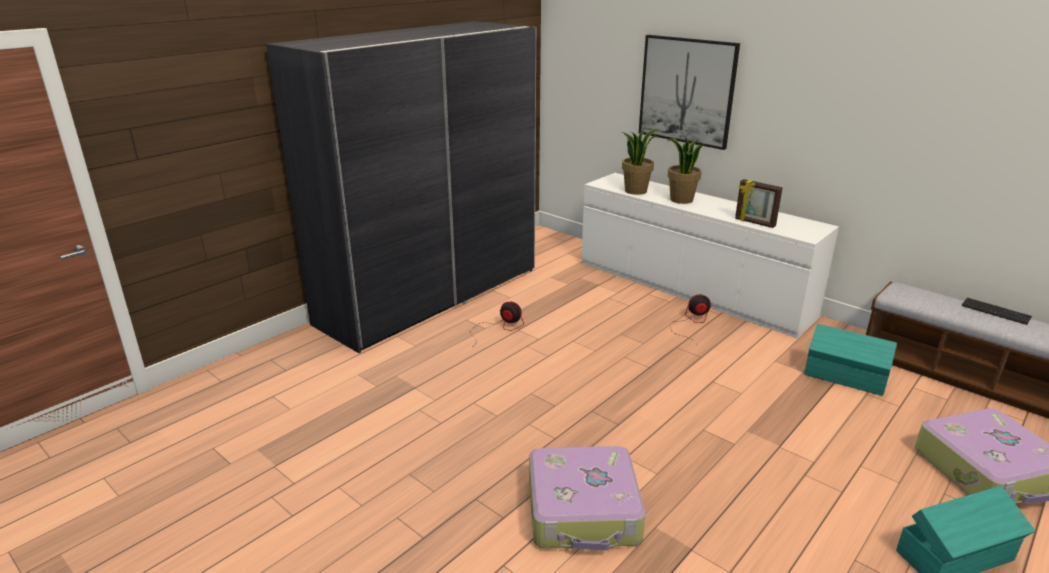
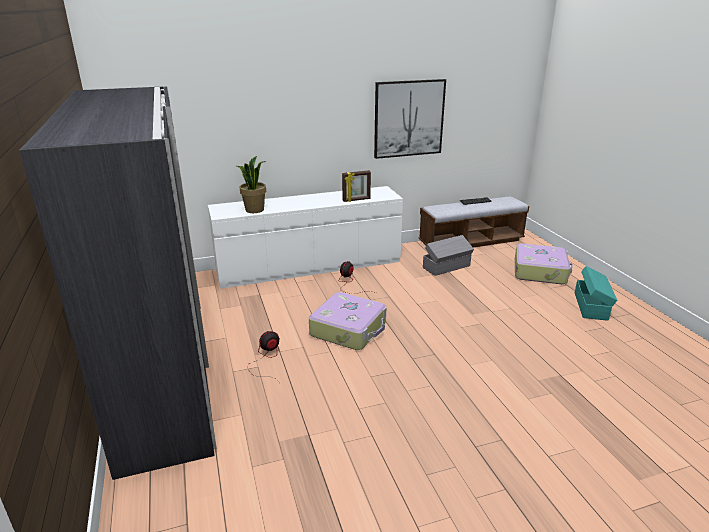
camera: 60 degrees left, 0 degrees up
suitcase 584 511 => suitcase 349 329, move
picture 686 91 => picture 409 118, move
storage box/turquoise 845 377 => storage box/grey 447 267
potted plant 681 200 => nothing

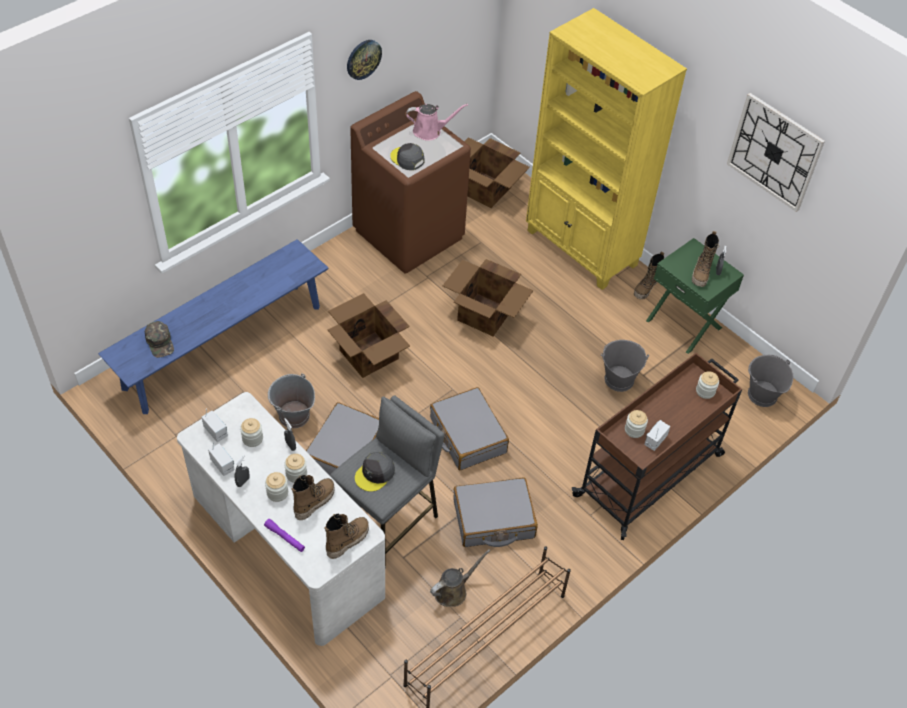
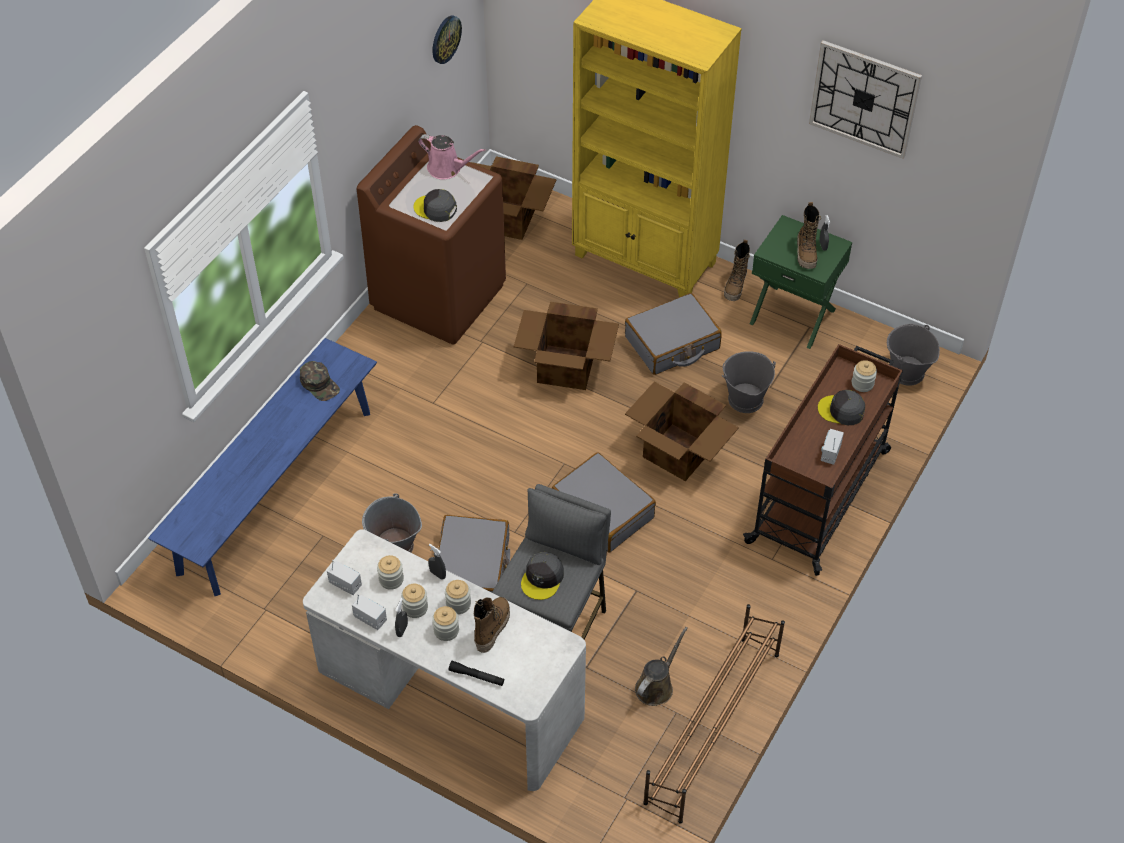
camera: 15 degrees left, 0 degrees up
cap/green 160 342 => cap/green 320 384, move
jar 634 430 => jar 415 608, move
watering can/pink 430 131 => watering can/pink 447 169, 45 degrees clockwise
wall clock 363 59 => wall clock 445 39, move
flashlight/purple 285 538 => flashlight/black 476 676
suitcase/grey 493 519 => suitcase/grey 672 343, move
cardboard box 369 355 => cardboard box 679 453, move
nothing => cap/grey 841 410
boot 347 540 => nothing

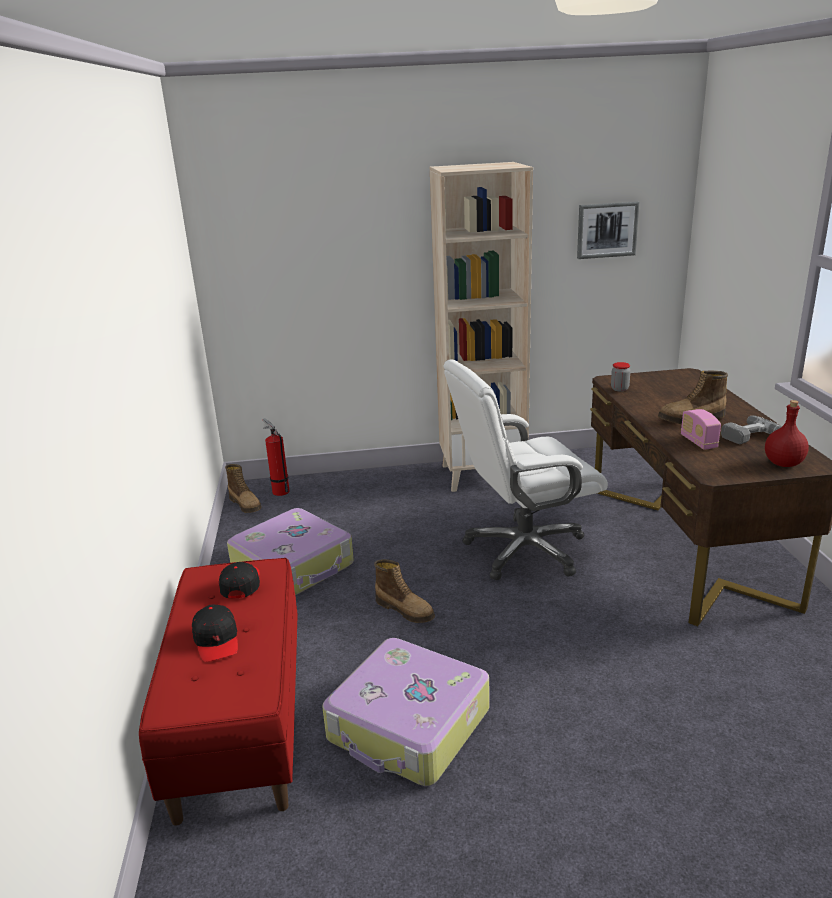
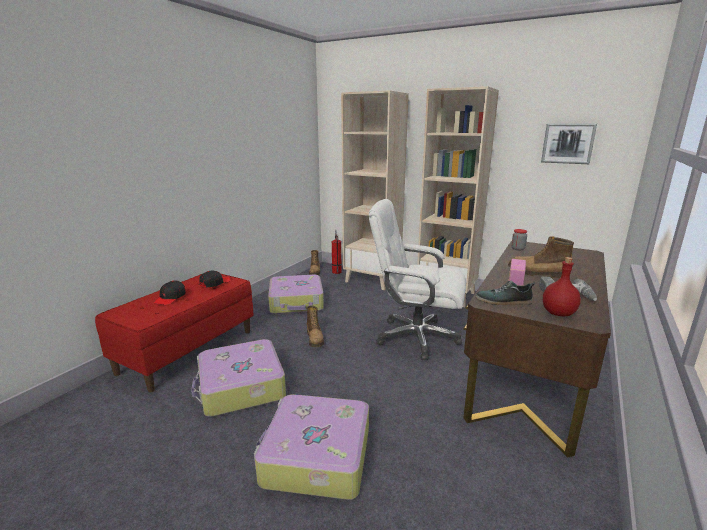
camera: 35 degrees right, 5 degrees down
nothing => suitcase 315 456
nothing => bookcase/beige 373 280
nothing => shoe 503 301

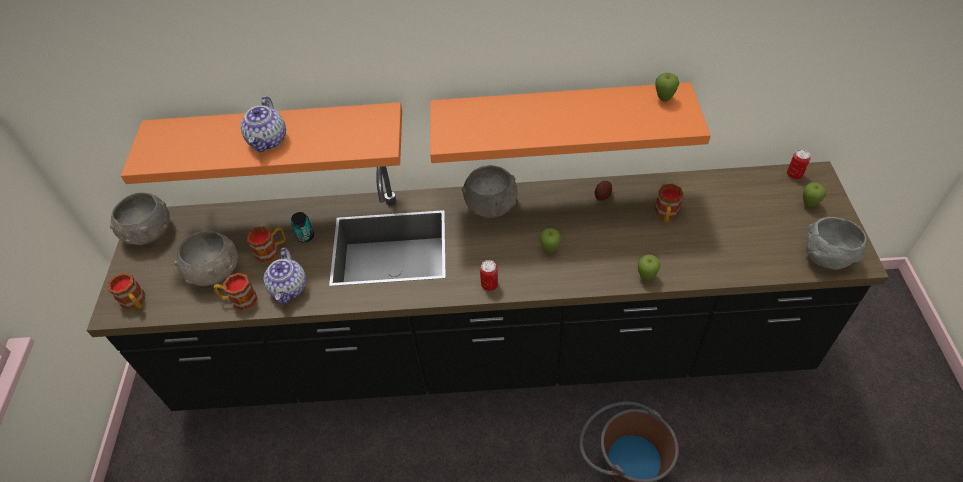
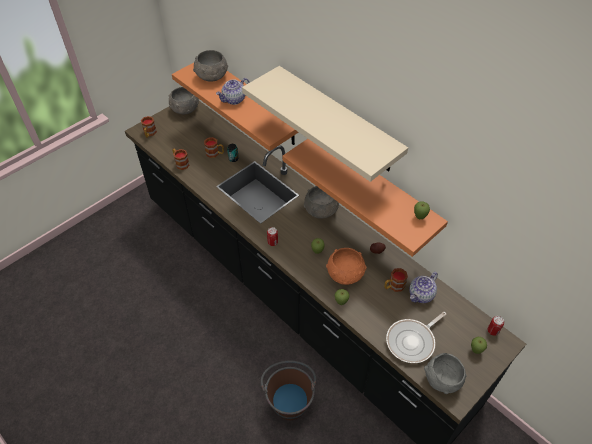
camera: 45 degrees right, 0 degrees up
bowl/grey 215 272 => bowl/grey 212 76, move
nothing => shelf/beige 338 120
nothing => bowl/orange 345 274
nothing => frying pan 412 341
teapot 289 288 => teapot 421 295, move

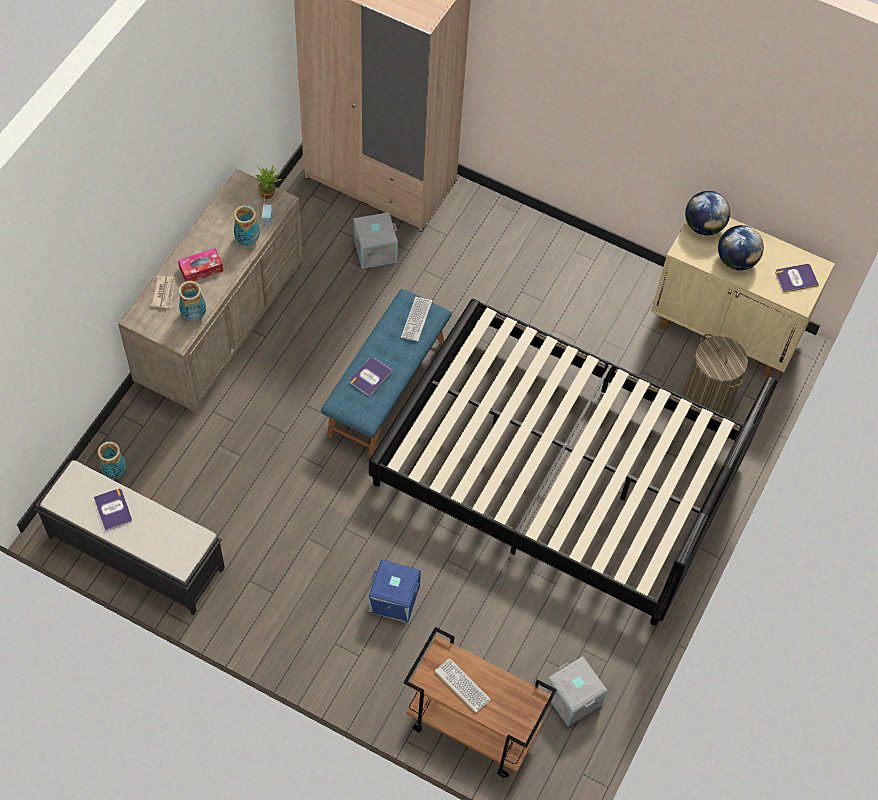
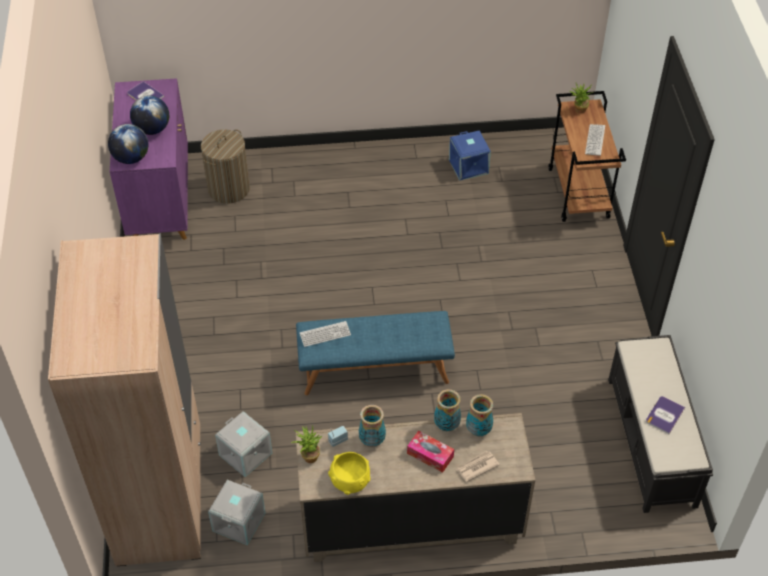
camera: 120 degrees left, 10 degrees down
cabinet/beige 726 330 => cabinet/purple 160 202
storage box/grey 574 698 => storage box/grey 238 521, move
nothing => bowl/yellow 349 479
vase 114 472 => vase 447 425, move
storage box/blue 393 600 => storage box/blue 469 166, move
nothing => potted plant 578 110
book 370 376 => nothing
bed/black 558 472 => nothing

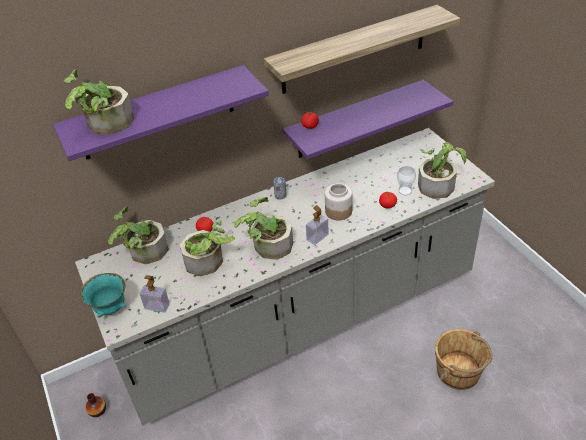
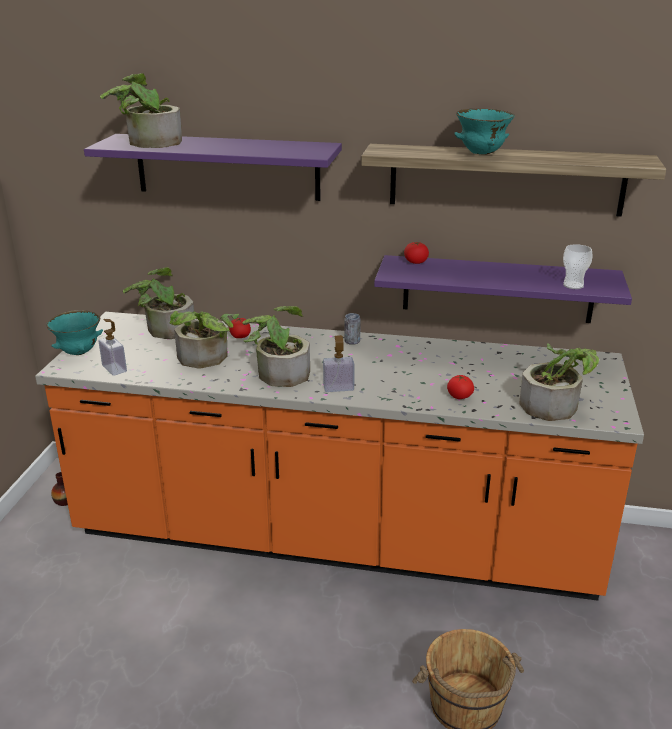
camera: 35 degrees right, 15 degrees down
counter/grey 301 320 => counter/orange 336 537
nothing => bowl/turquoise 481 154
cup 405 191 => cup 573 285, move
jar 338 211 => nothing

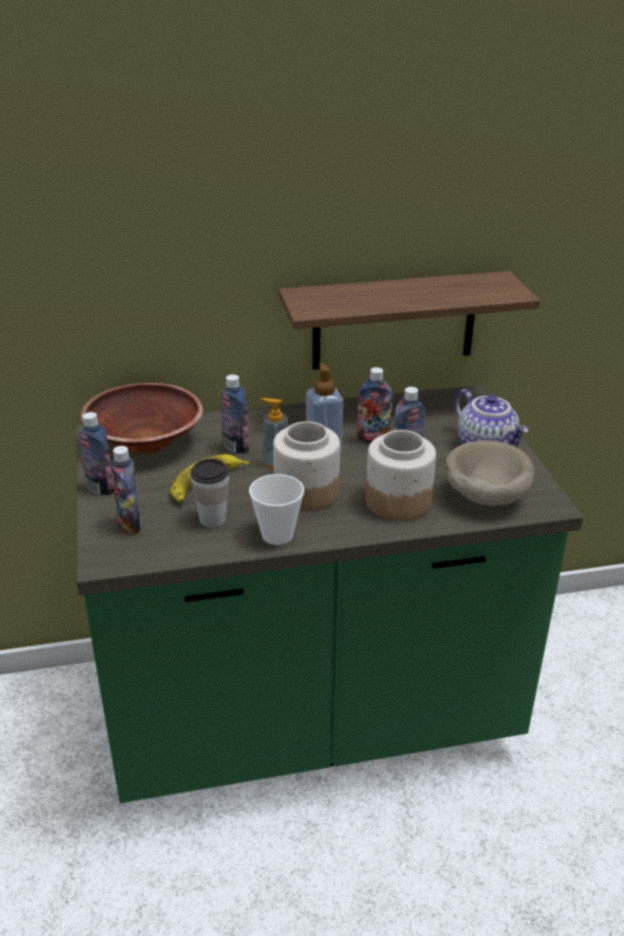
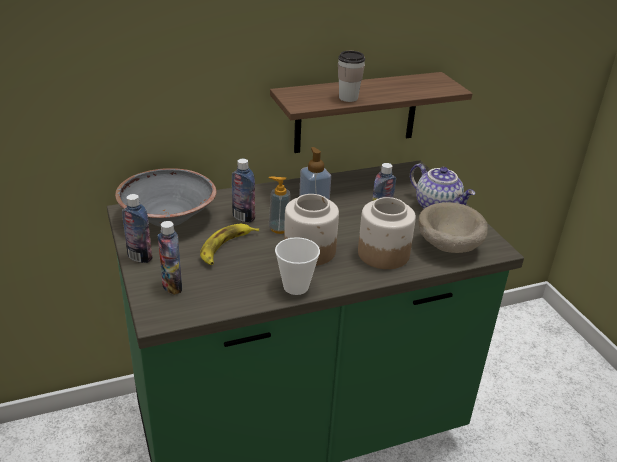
camera: 10 degrees left, 0 degrees up
bowl/brown 144 442 => bowl/grey 167 217
cup 212 519 => cup 348 98, move
bottle 373 439 => nothing

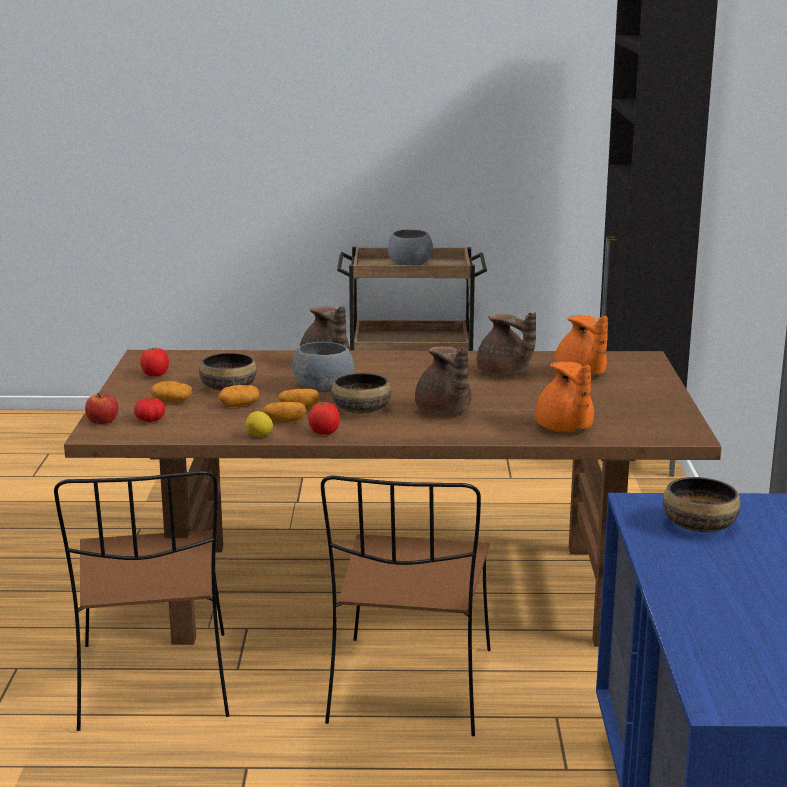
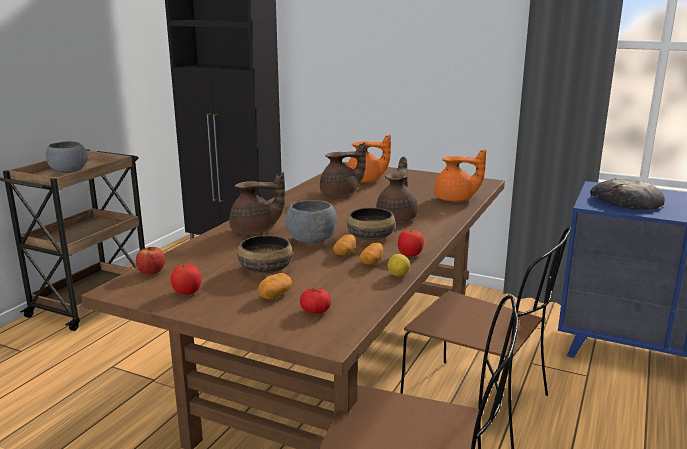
camera: 65 degrees left, 0 degrees up
apple 102 421 => apple 151 272, move
teapot/brown 444 411 => teapot/brown 397 218, 75 degrees counterclockwise
bowl 698 525 => bread 625 201
potato 239 405 => nothing

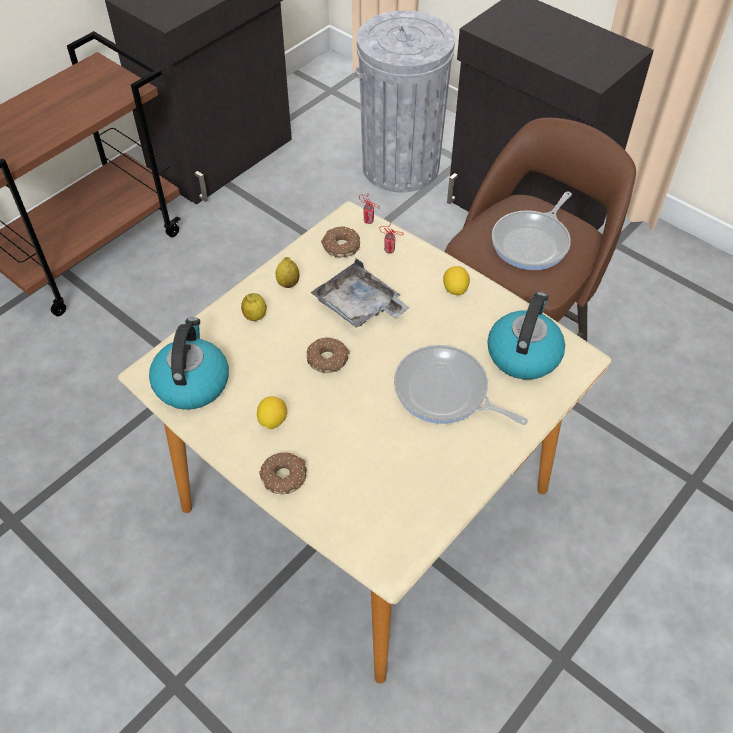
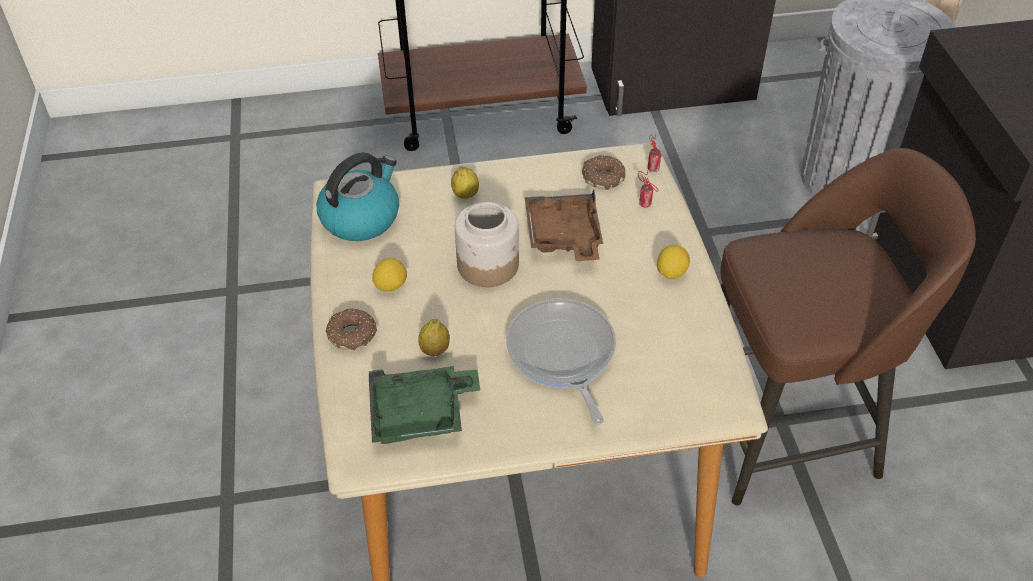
camera: 40 degrees right, 5 degrees down
nothing => tray/green 421 414
lemon 288 283 => lemon 435 350, move
donut 328 359 => jar 489 265
tray/grey 359 306 => tray/brown 564 237
kettle 523 354 => nothing
frying pan 533 242 => nothing

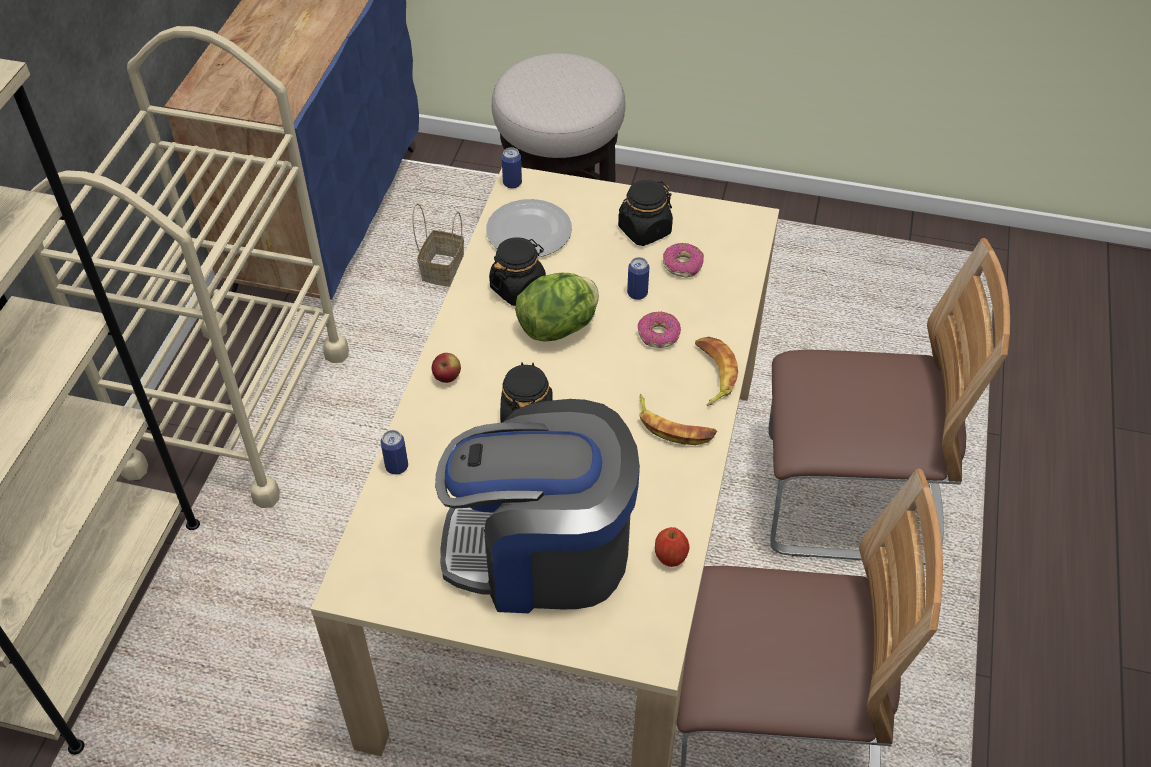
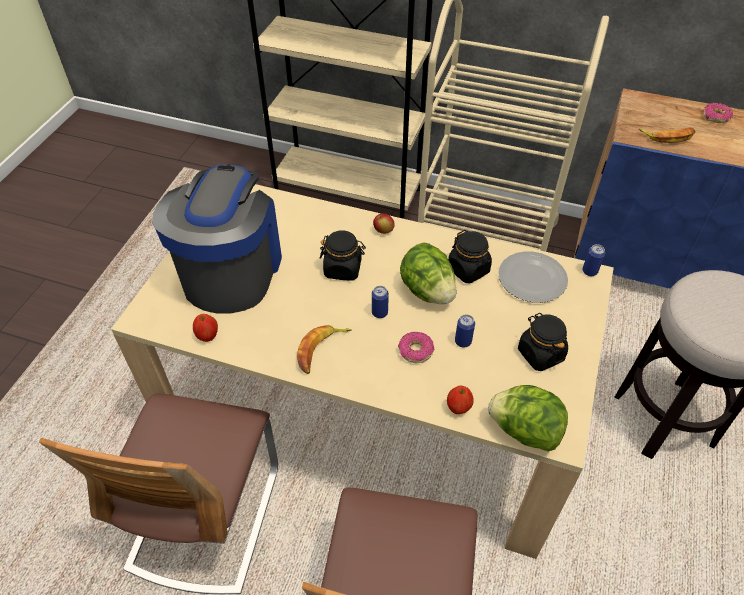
camera: 95 degrees right, 0 degrees up
can 397 467 => can 379 313, move
nothing => apple 458 408
nothing => lettuce 524 430
banana 712 374 => banana 667 136, move
donut 683 265 => donut 716 117, move
basket 442 269 => nothing

